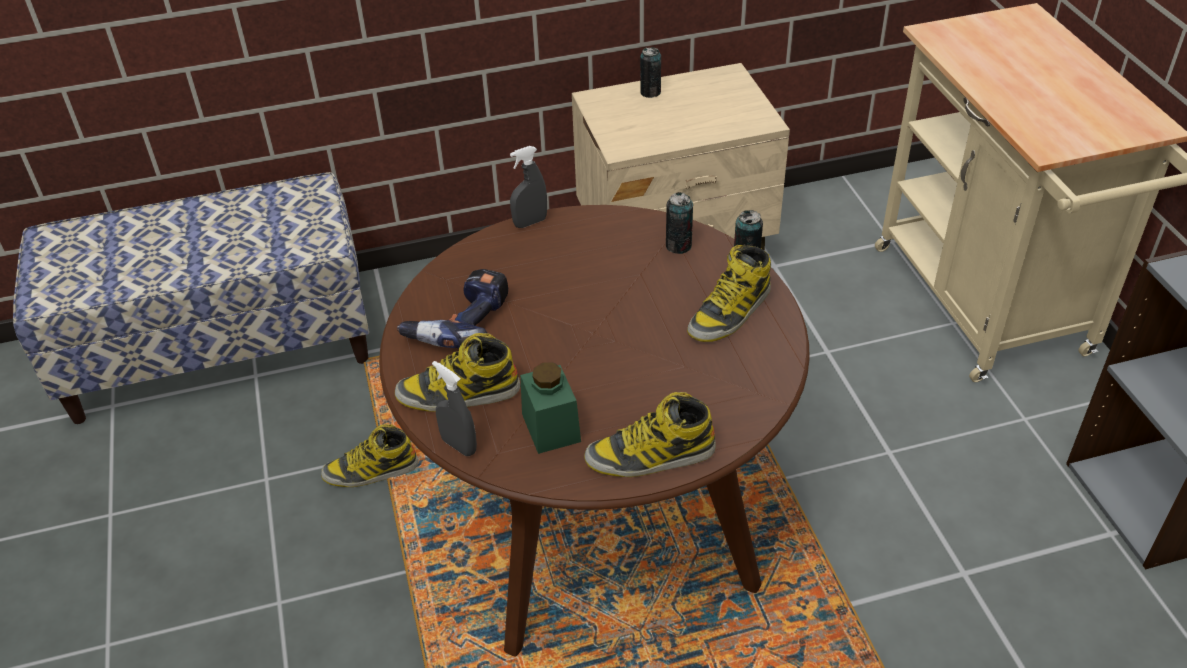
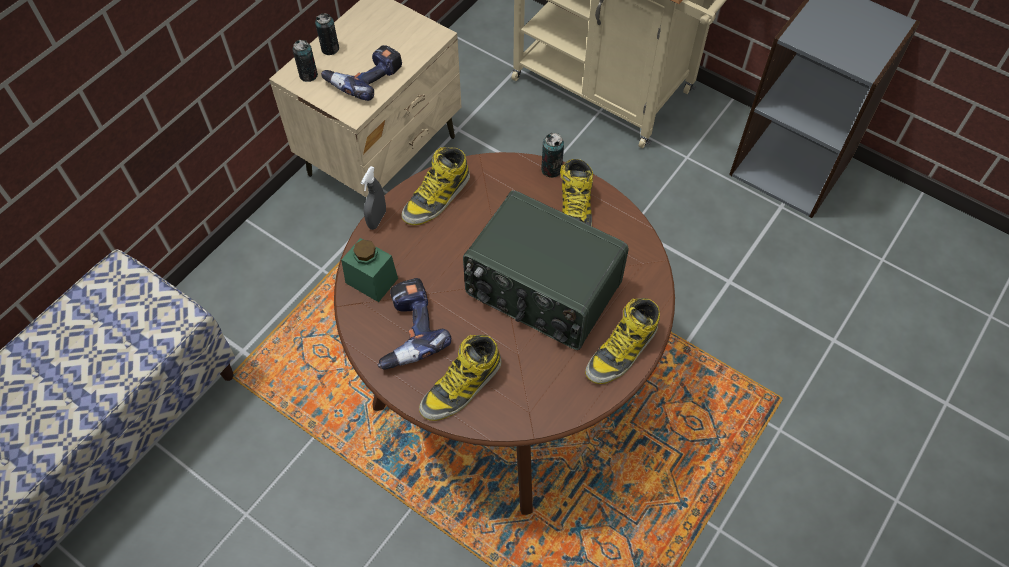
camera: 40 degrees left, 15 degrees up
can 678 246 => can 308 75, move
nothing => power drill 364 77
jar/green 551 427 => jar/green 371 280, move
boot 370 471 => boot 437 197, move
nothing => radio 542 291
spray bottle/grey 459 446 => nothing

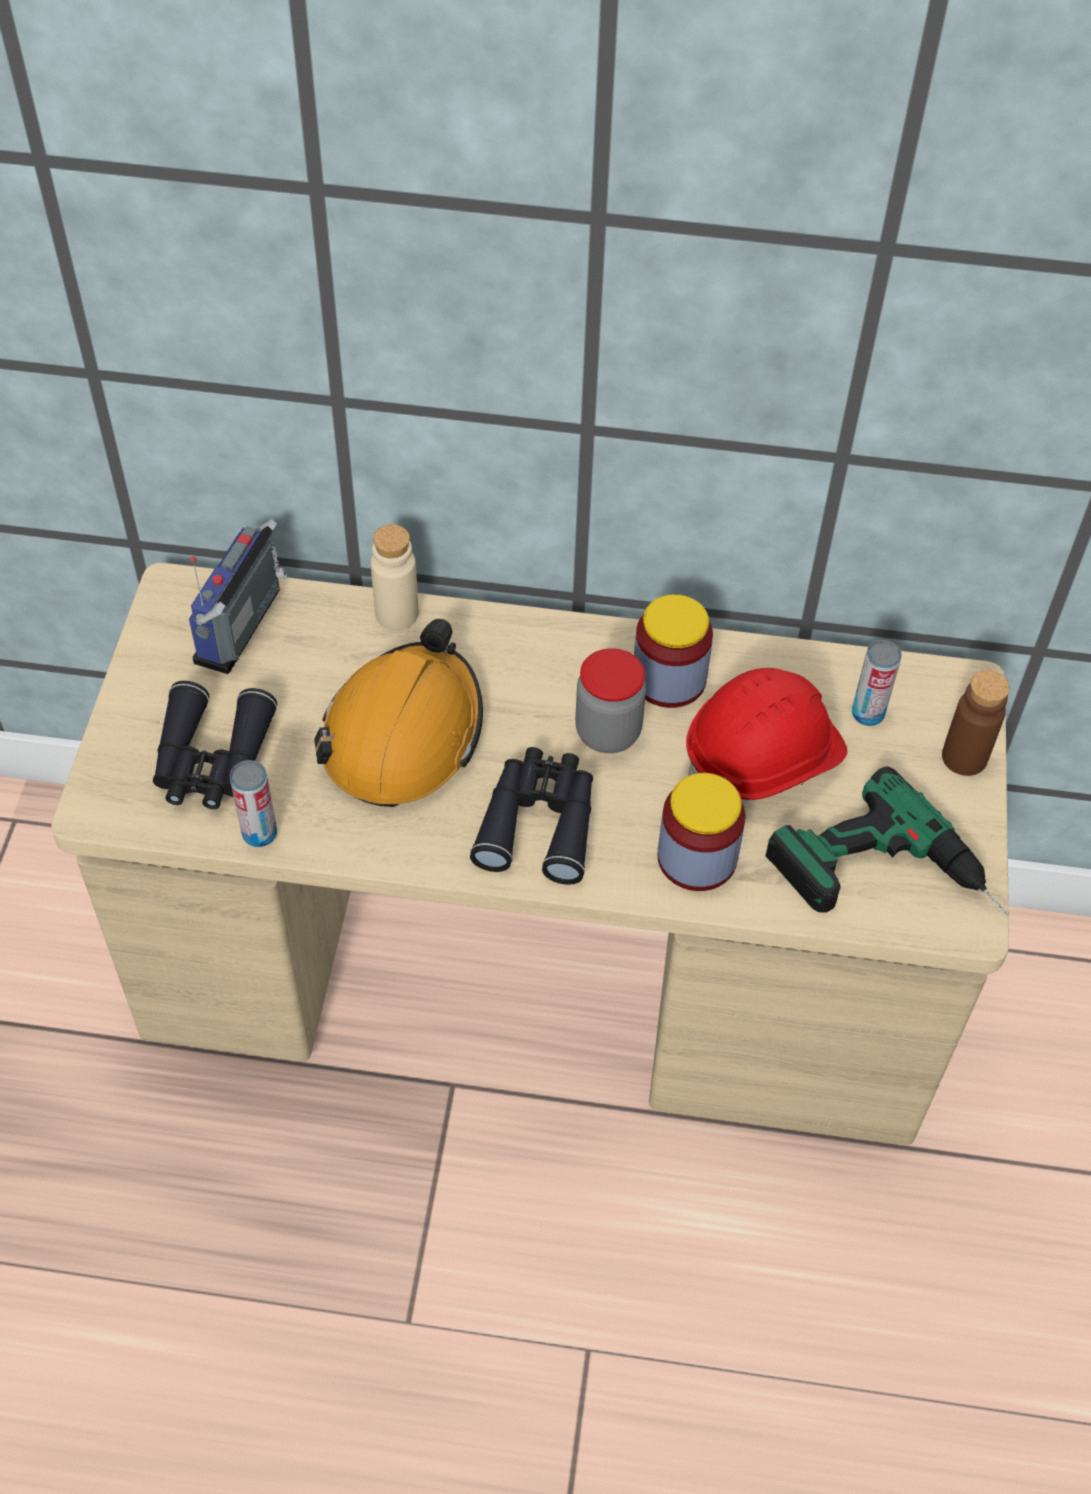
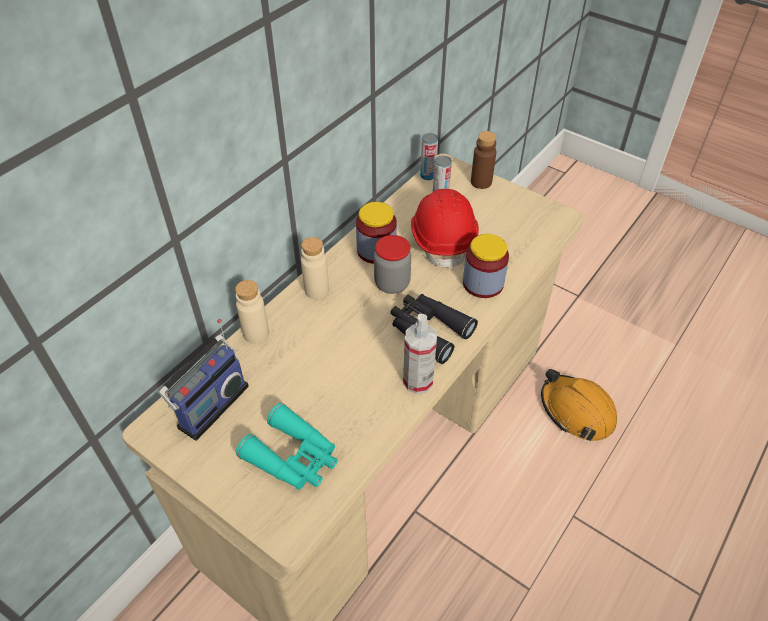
camera: 60 degrees left, 5 degrees down
radio 244 628 => radio 210 405, 105 degrees counterclockwise
binoculars/black 211 761 => binoculars/turquoise 294 457
nothing => bottle/beige 316 290
nothing => spray bottle 418 381
can 259 833 => can 427 175, move
hard hat/orange 403 734 => hard hat/orange 576 411, move
power drill 889 883 => nothing

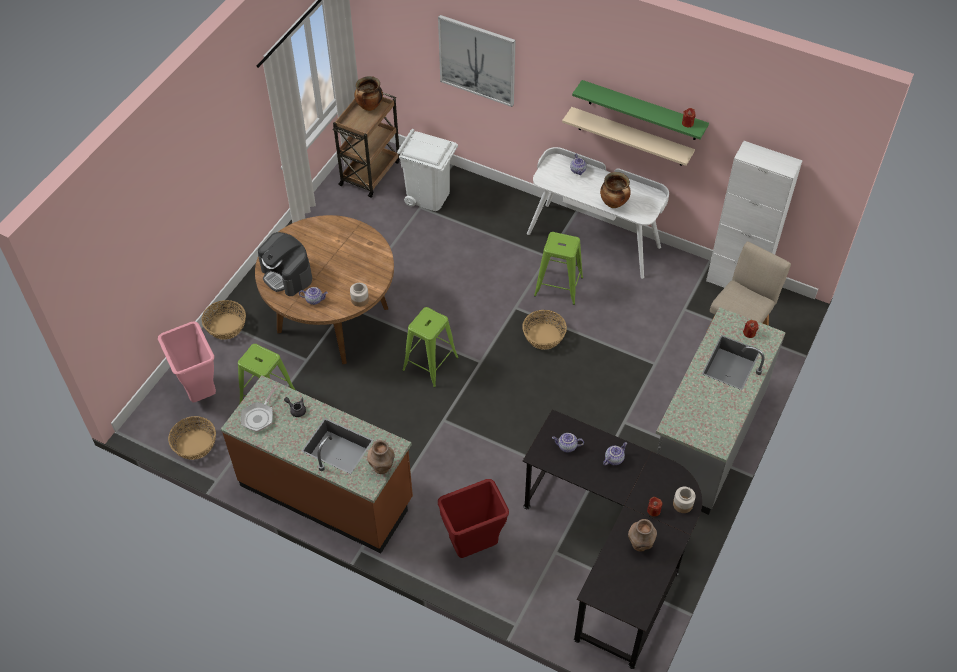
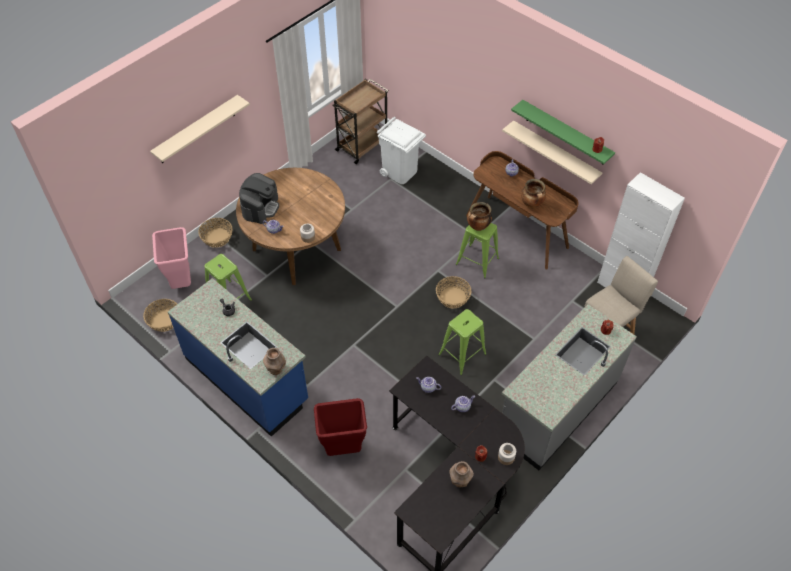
camera: 15 degrees right, 0 degrees up
nothing => shelf/beige 196 130
counter/brown 327 492 => counter/blue 247 379
coffee machine 287 275 => coffee machine 260 207, 135 degrees counterclockwise
stool/green 430 363 => stool/green 462 354, move
desk/white 594 239 => desk/brown 517 231
cooking pot 369 107 => cooking pot 478 227, move
frying pan 259 416 => nothing
picture 477 60 => nothing

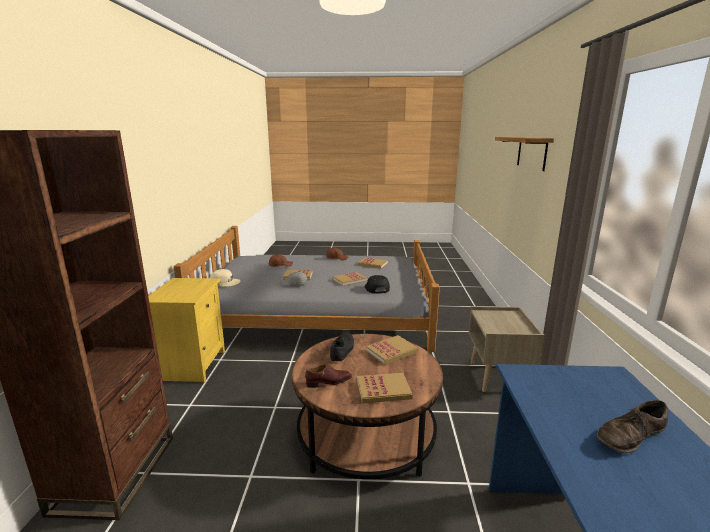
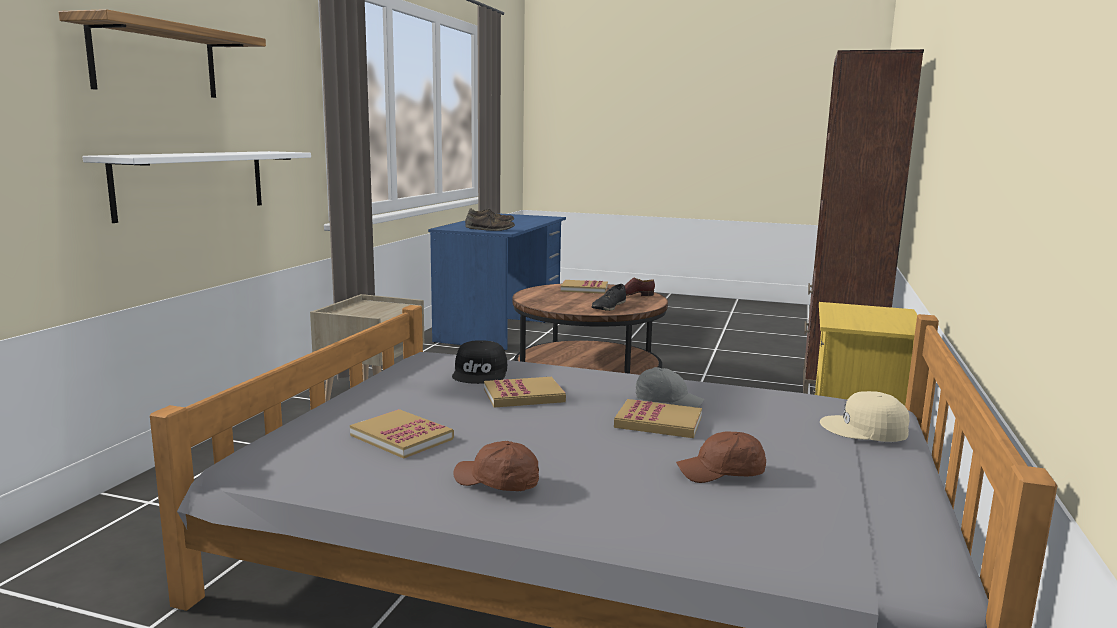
camera: 165 degrees left, 5 degrees down
nothing => shelf/white 192 183
nothing => shoe/brown 489 229
book 392 351 => nothing

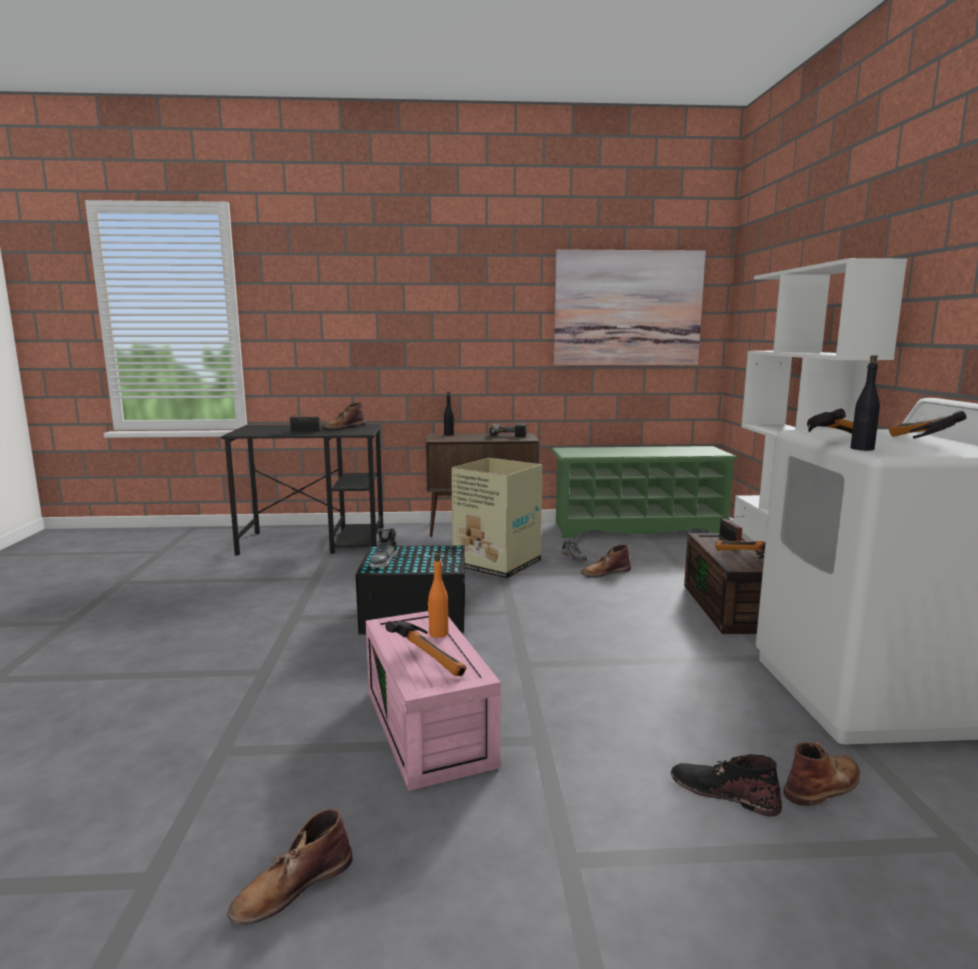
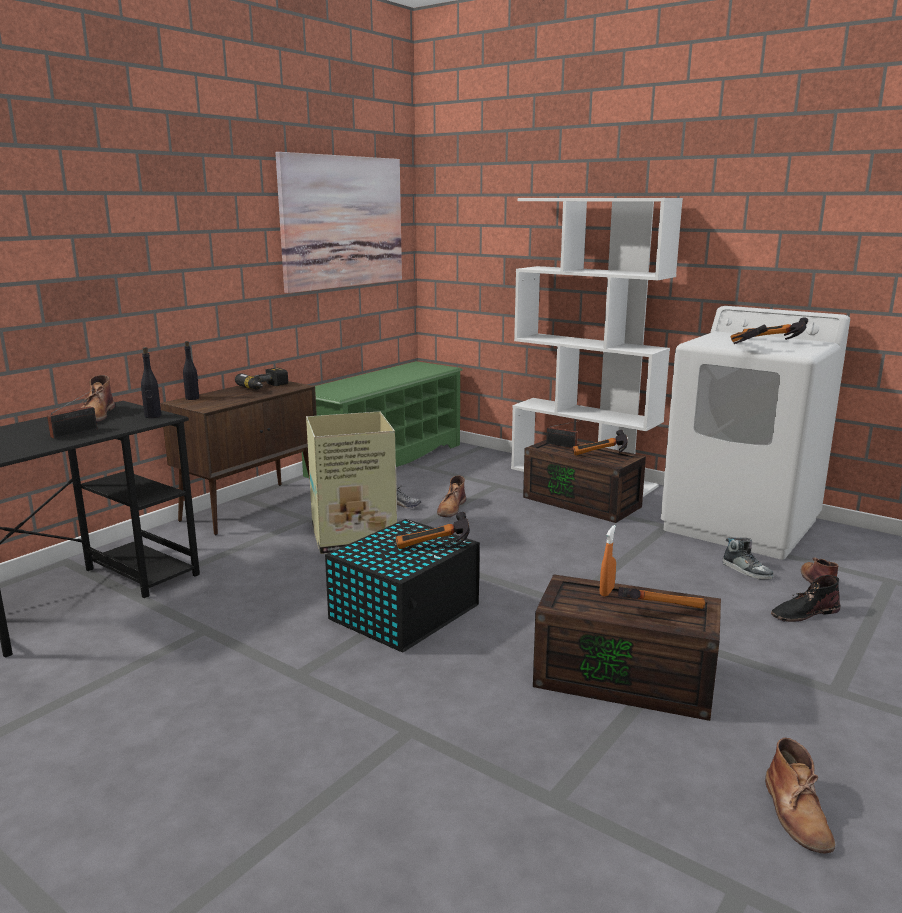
camera: 50 degrees left, 5 degrees up
bottle/black 862 449 => bottle/black 153 416, move
nothing => hammer 433 548
storage box/pink 431 727 => storage box/brown 626 678
bottle/orange 438 633 => spray bottle/orange 606 591
shoe 384 560 => shoe 746 570, move

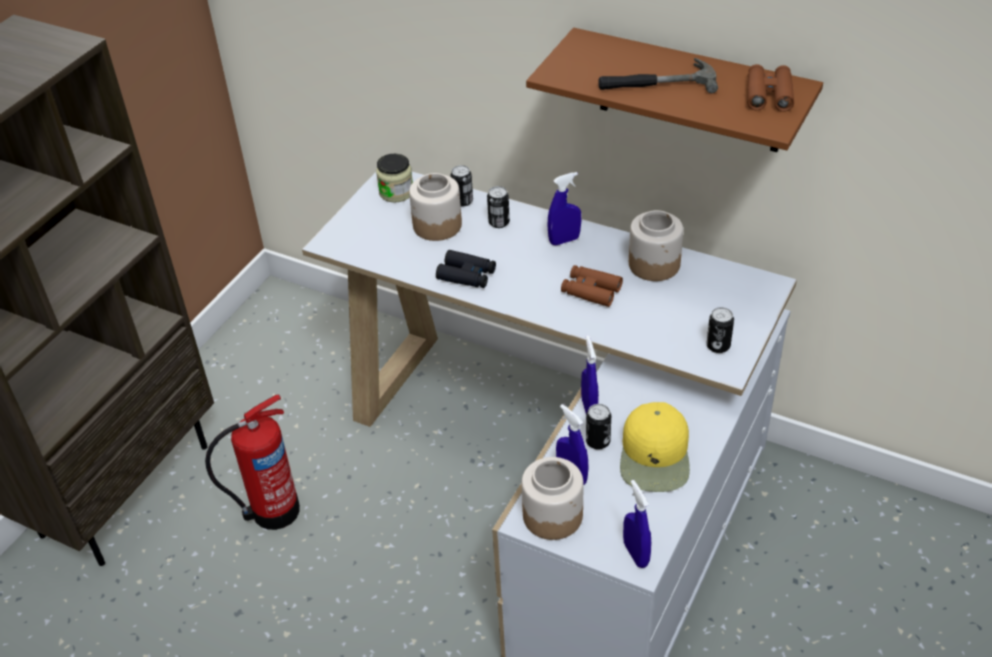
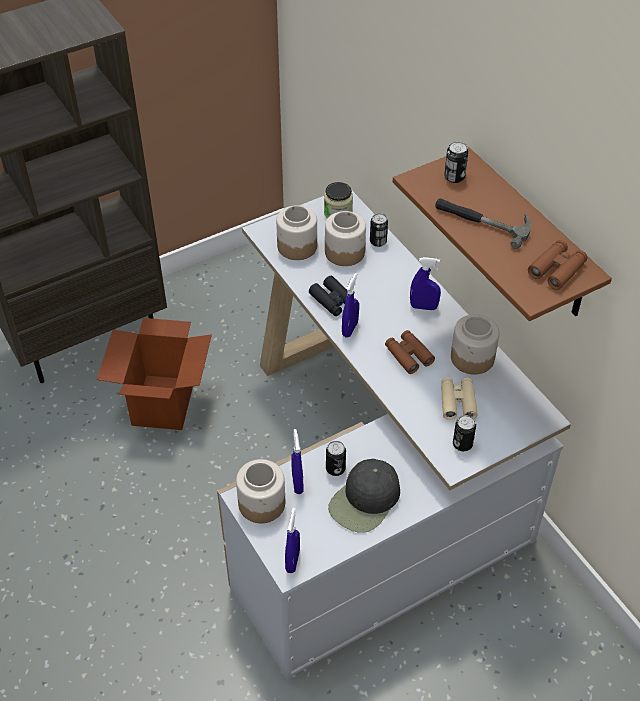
camera: 30 degrees right, 5 degrees up
fire extinguisher 272 511 => cardboard box 163 402
nothing => jar 297 246
cap/yellow 655 456 => cap/black 365 501
spray bottle/blue 589 408 => spray bottle/blue 350 329, move
nothing => binoculars/beige 457 402
can 499 222 => can 454 177, move

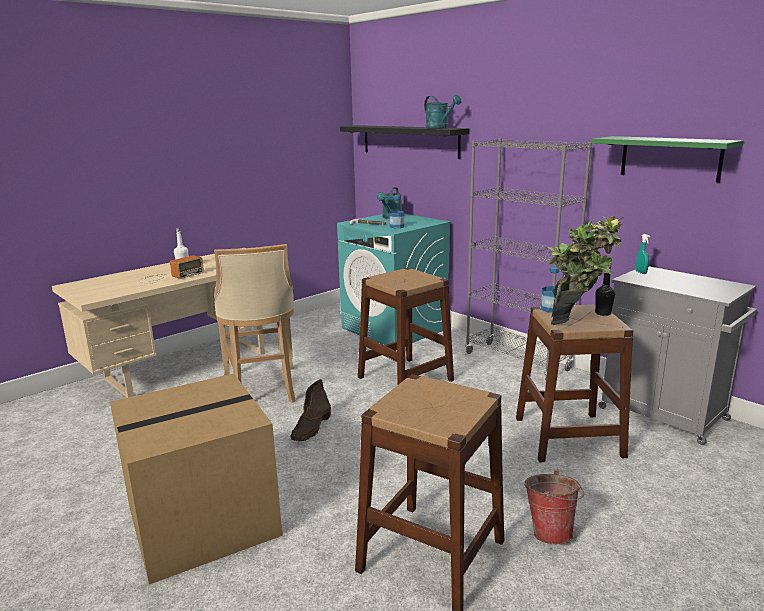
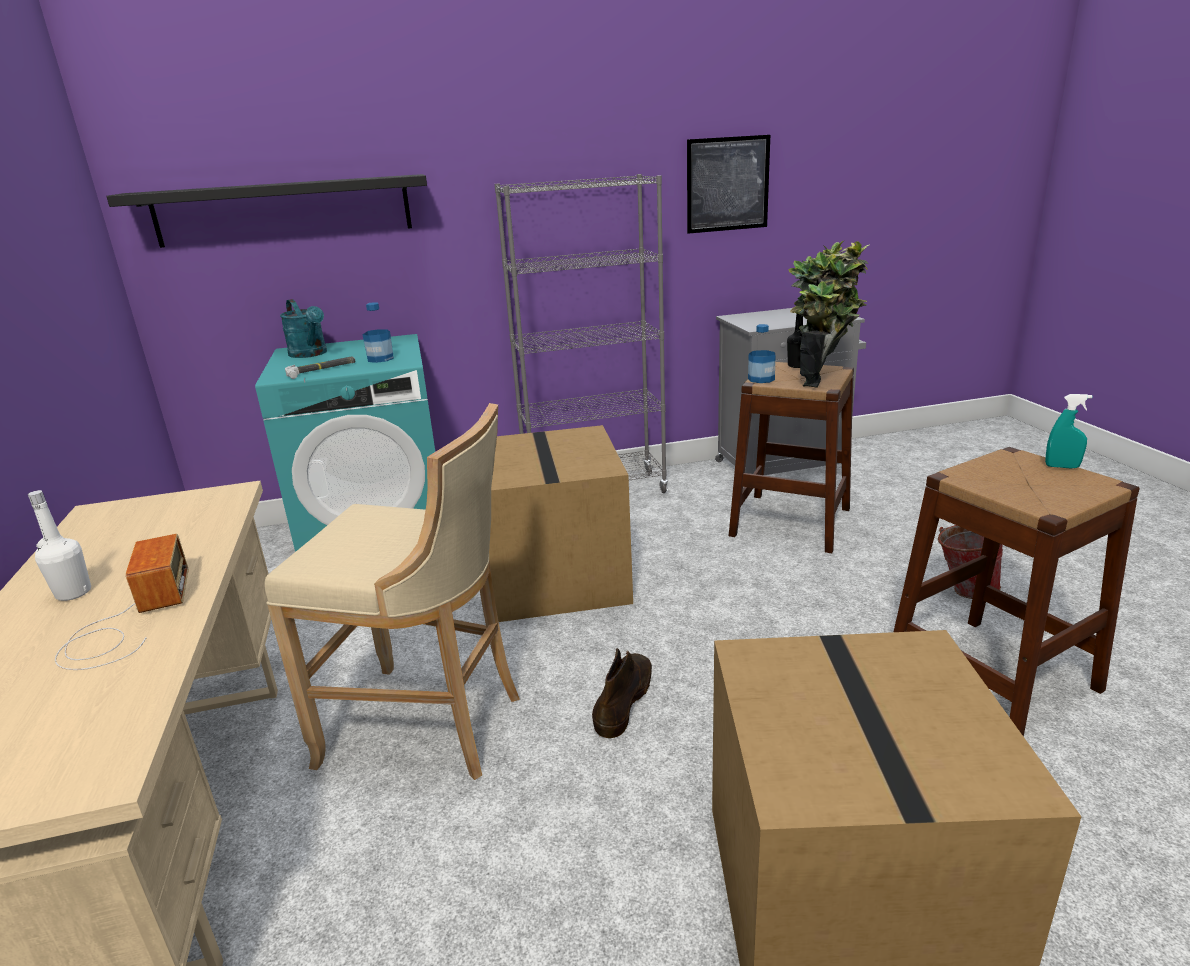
camera: 60 degrees left, 5 degrees up
stool/brown 405 378 => cardboard box 553 576
boot/brown 311 428 => boot/brown 624 699, 120 degrees counterclockwise
shelf/green 670 158 => picture 727 184
spray bottle/turquoise 641 272 => spray bottle/turquoise 1062 466, move
watering can/turquoise 440 128 => nothing

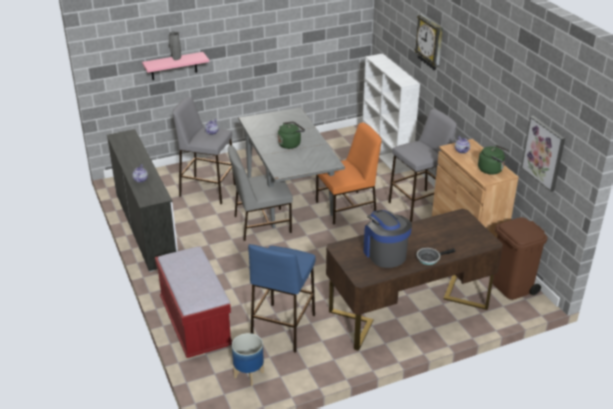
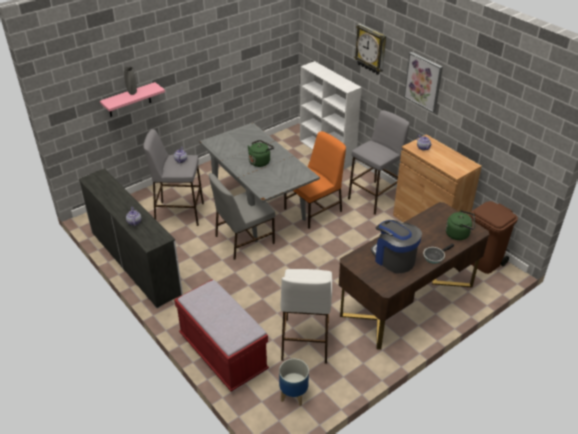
camera: 15 degrees left, 5 degrees up
stool/blue 283 328 => stool/white 305 341
picture 543 153 => picture 423 82, move
kettle/green 492 170 => kettle/green 459 234, move

